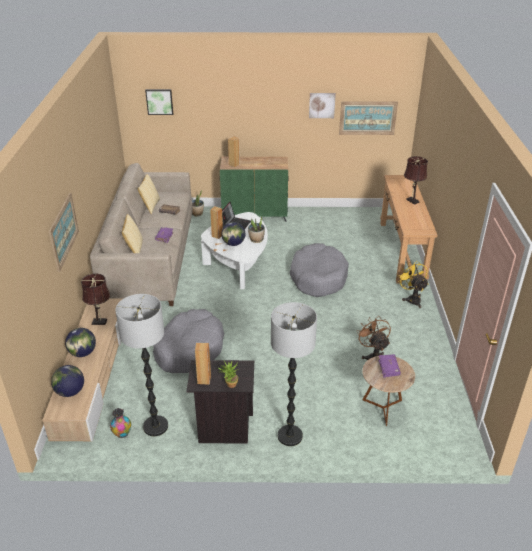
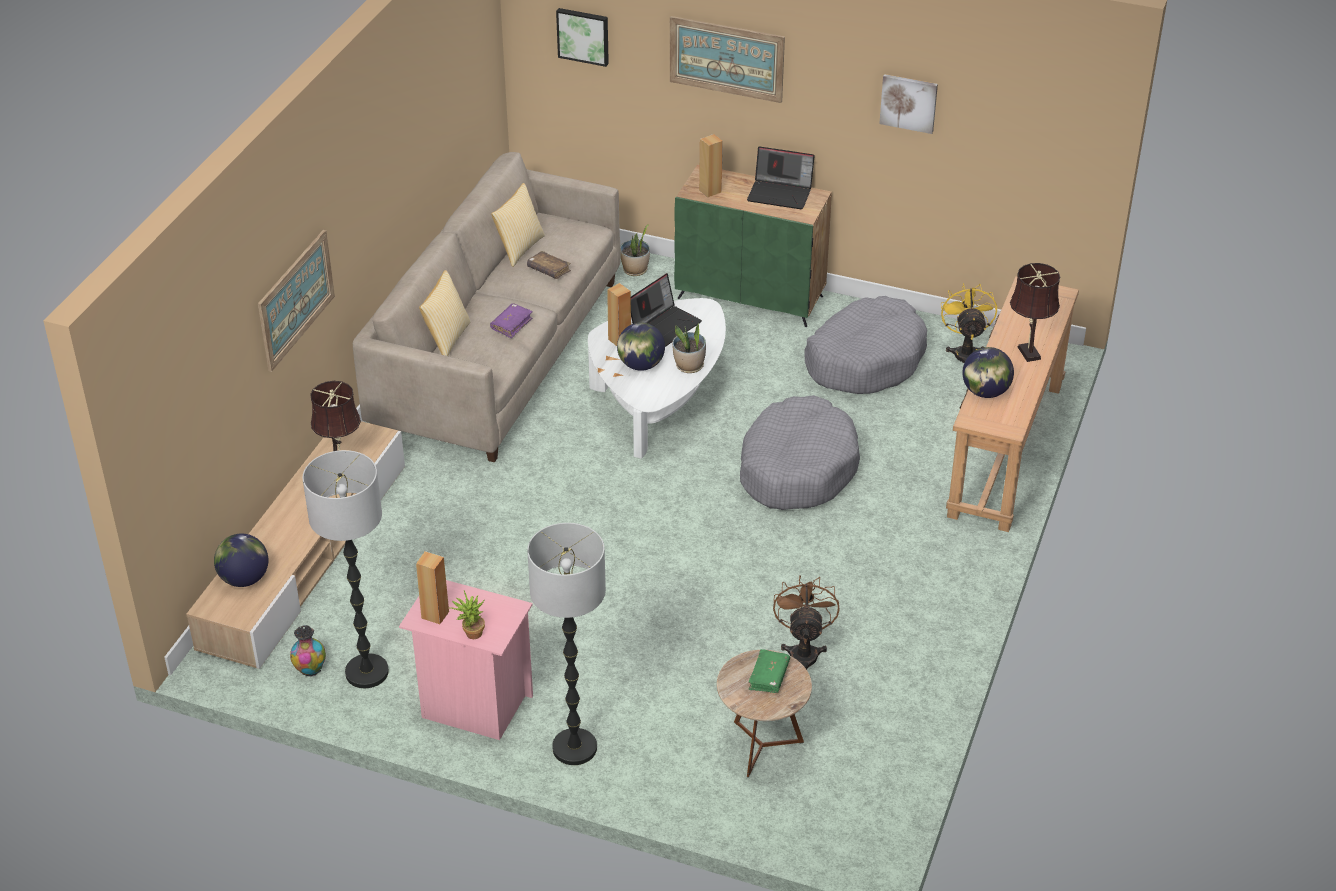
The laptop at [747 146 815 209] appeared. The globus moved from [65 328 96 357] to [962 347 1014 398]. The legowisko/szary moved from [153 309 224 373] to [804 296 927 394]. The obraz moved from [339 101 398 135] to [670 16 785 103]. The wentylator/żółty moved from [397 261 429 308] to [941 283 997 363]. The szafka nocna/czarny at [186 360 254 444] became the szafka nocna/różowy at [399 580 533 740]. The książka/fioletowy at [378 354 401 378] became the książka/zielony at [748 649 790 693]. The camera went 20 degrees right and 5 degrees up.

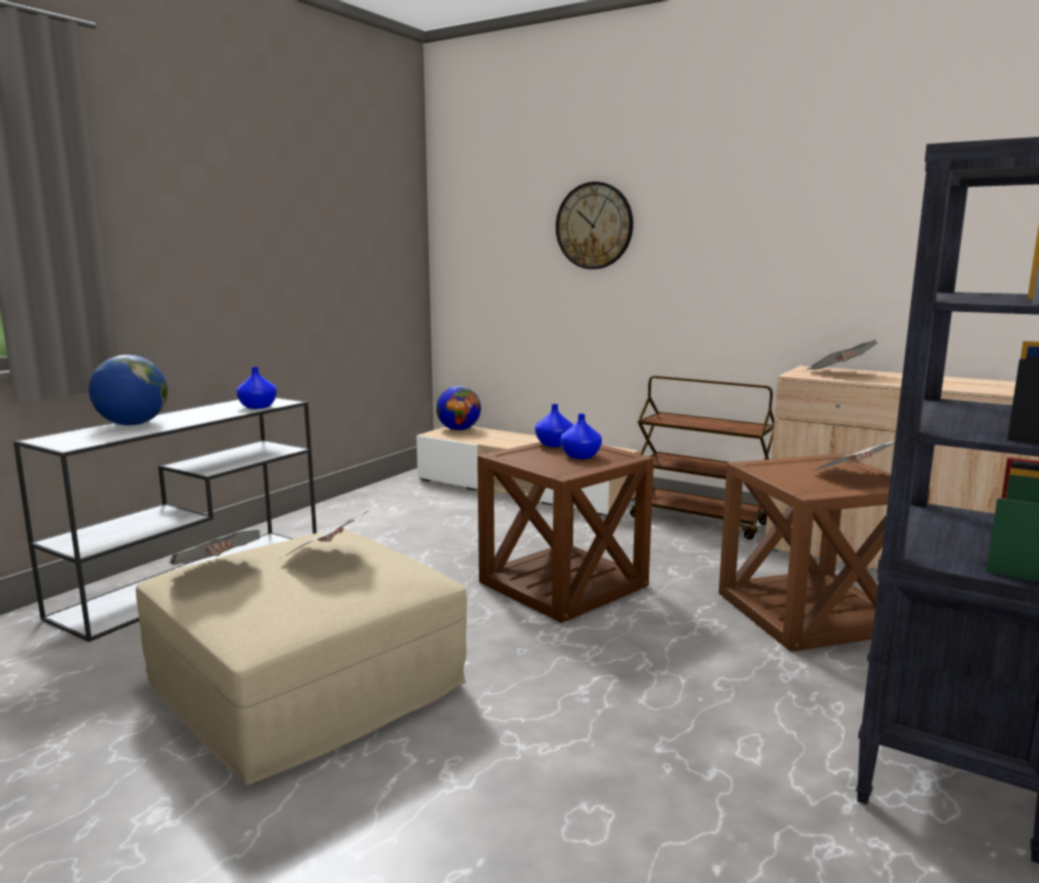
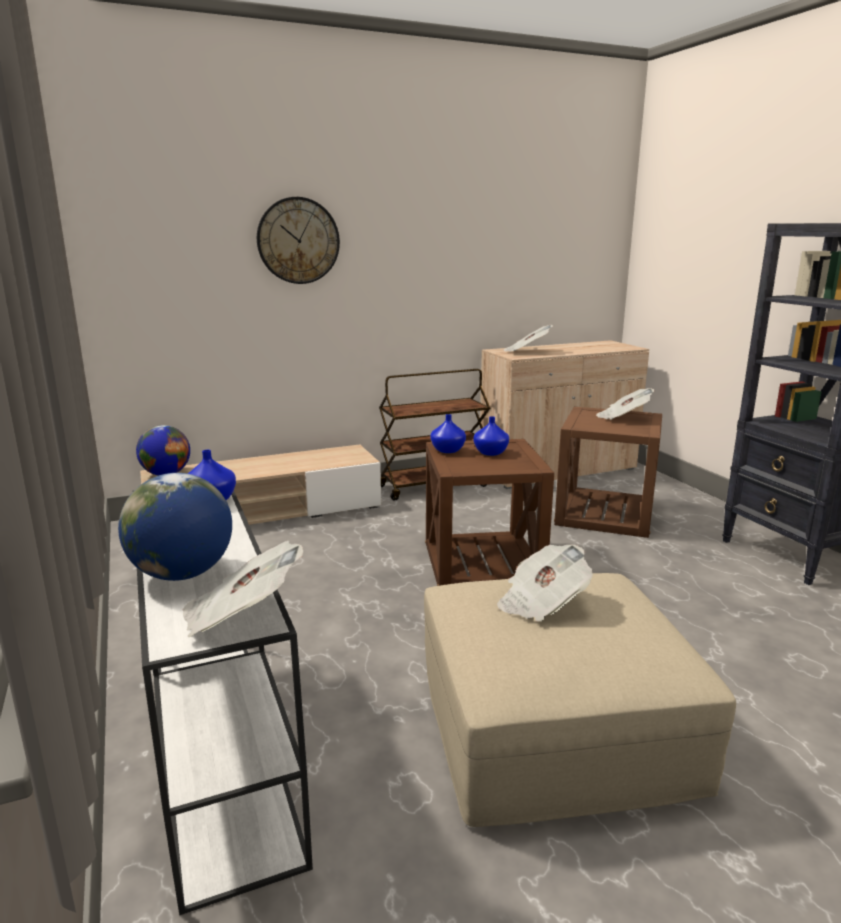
The gazeta moved from [169 530 261 566] to [183 541 303 638]. The camera went 55 degrees left and 5 degrees up.

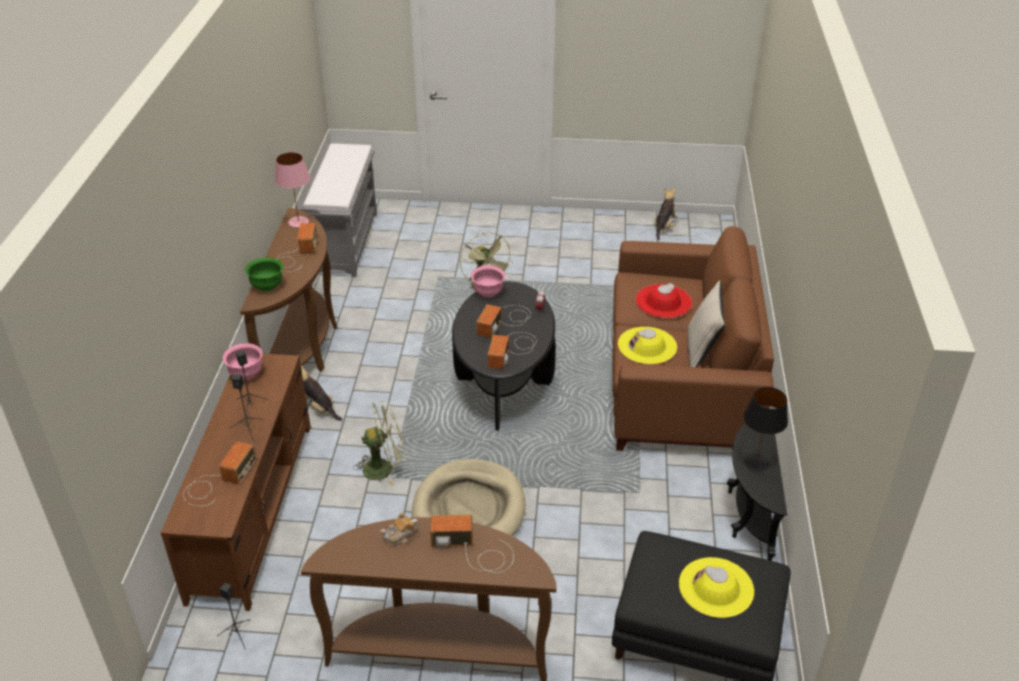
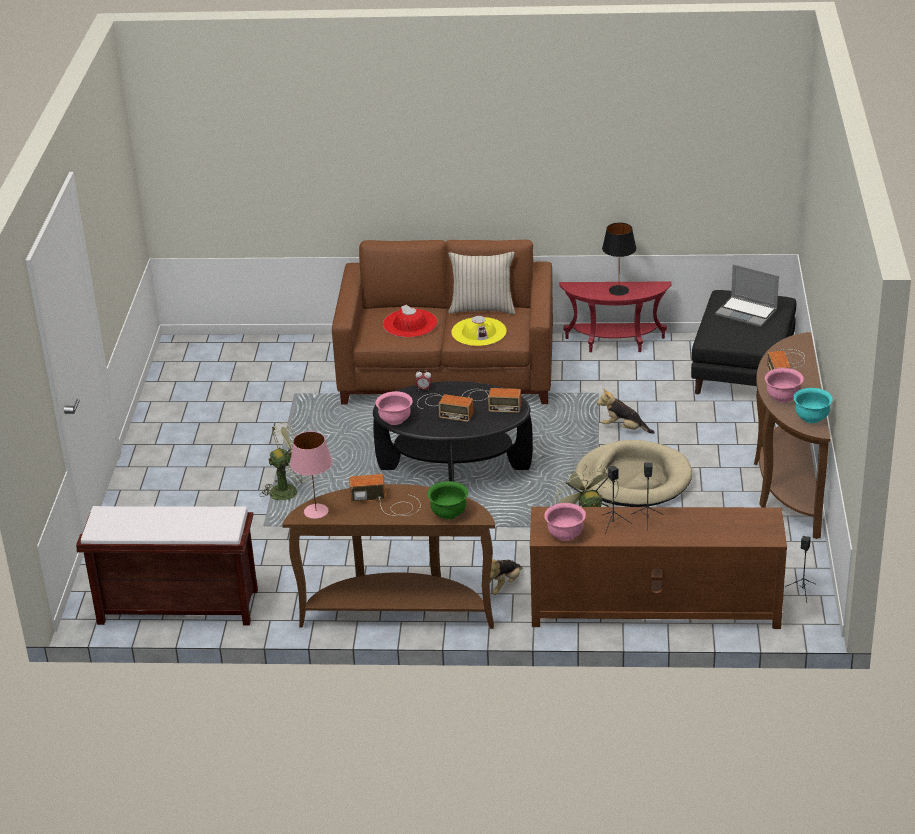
The radio at [183 442 256 506] disappeared. The miska/turkusowy at [793 388 833 423] appeared. The pluszak moved from [654 188 678 240] to [597 388 654 434]. The imbryk at [381 513 418 545] was replaced by the miska/różowy at [765 368 804 403]. The kapelusz/żółty at [679 557 754 618] was replaced by the laptop at [715 264 779 327]. The ławka/szary at [300 143 377 277] became the ławka/brązowy at [76 506 258 625]. The stolik/czarny at [727 423 787 561] became the stolik/czerwony at [560 281 672 352]. The camera went 90 degrees left and 5 degrees down.

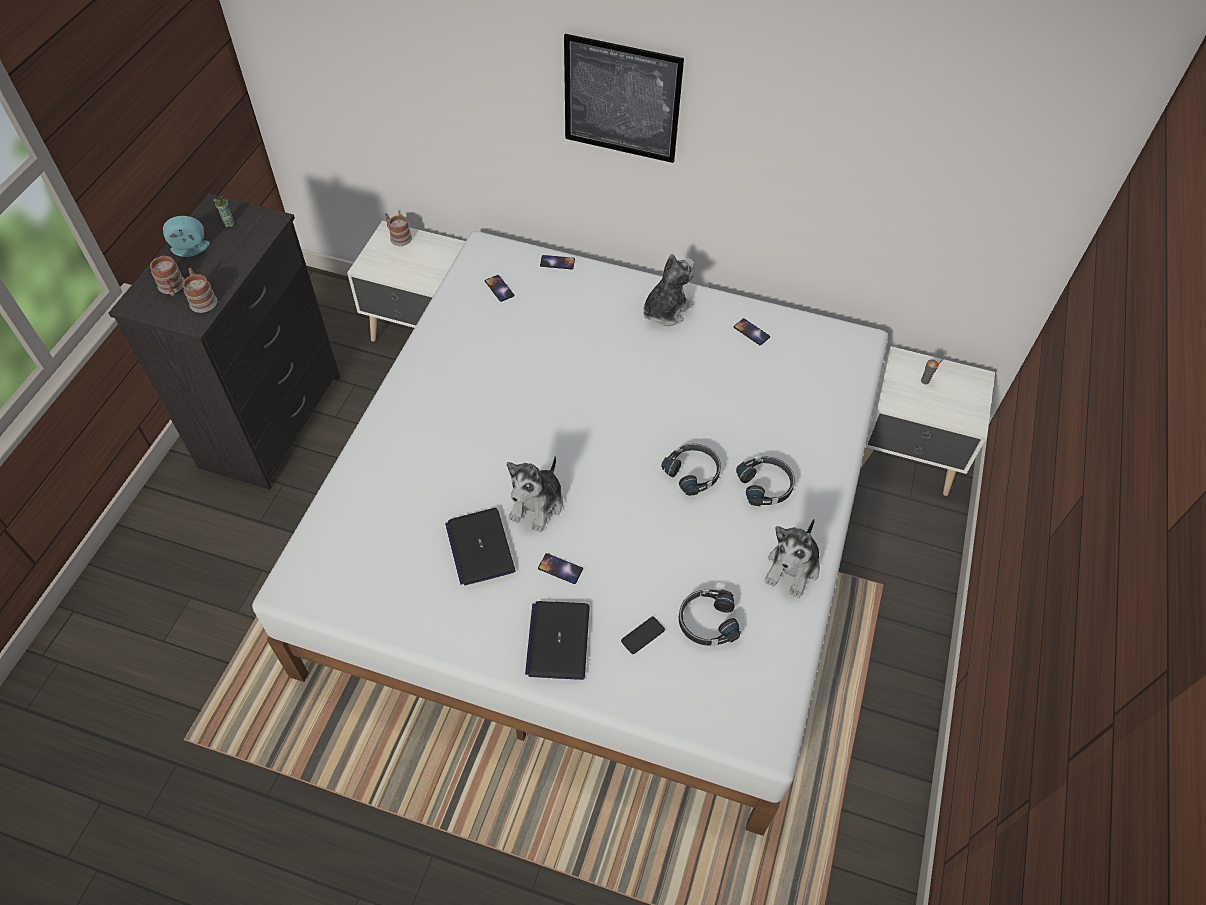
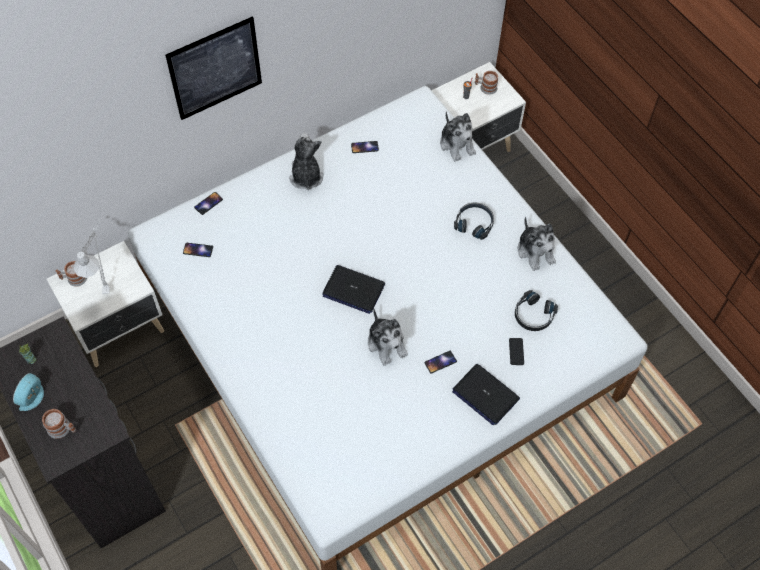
The słuchawki/czarny at [661 444 721 496] disappeared. The lampa stołowa/szary at [74 219 110 294] appeared. The pluszak at [440 111 476 162] appeared. The kubek moved from [182 268 217 313] to [475 71 498 95]. The laptop moved from [445 508 516 586] to [322 265 385 314]. The camera went 50 degrees left and 5 degrees up.

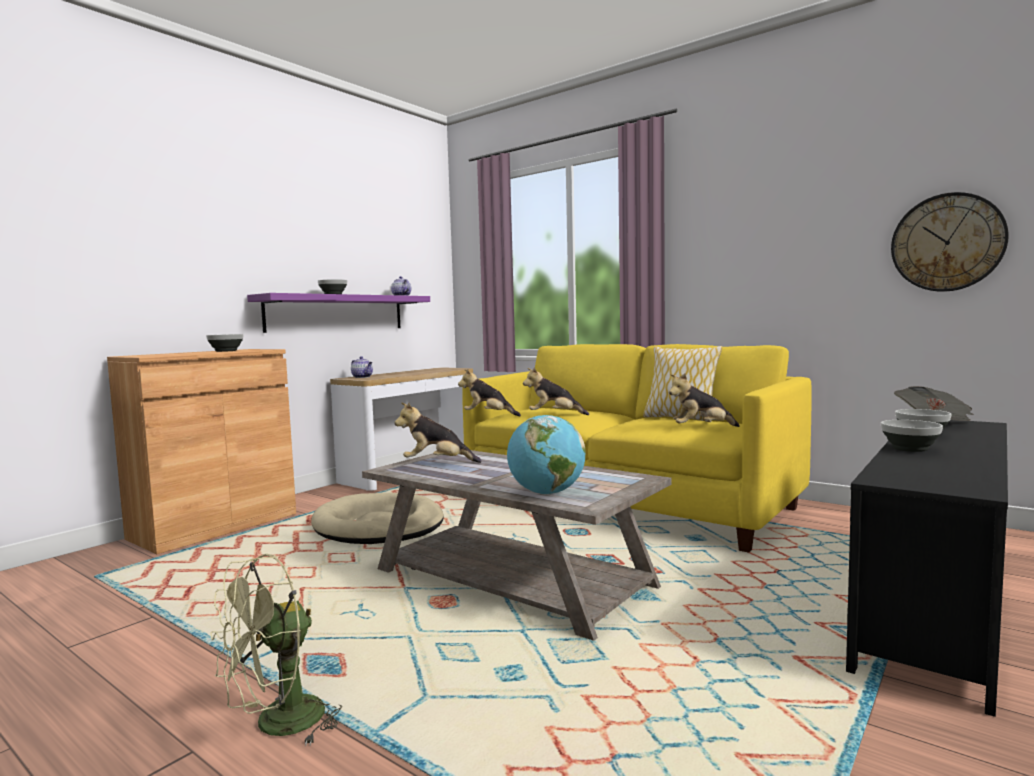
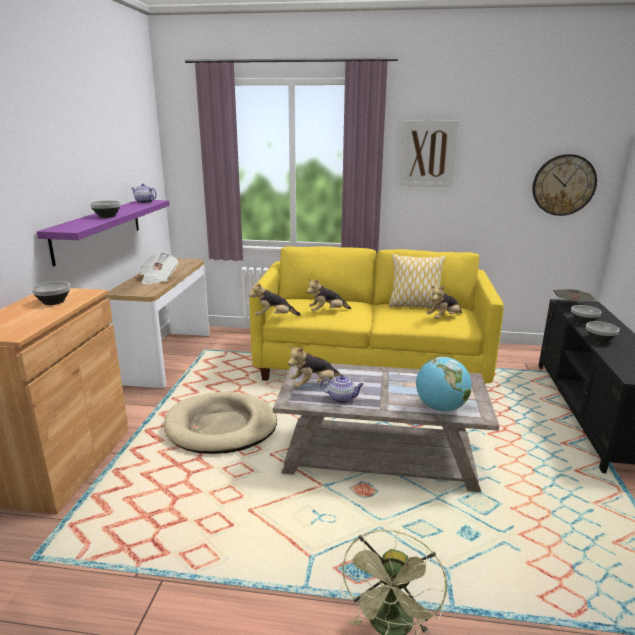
The gazeta at [140 252 179 284] appeared. The obraz at [400 120 458 187] appeared. The imbryk moved from [351 356 373 378] to [320 375 364 403]. The camera went 30 degrees left and 15 degrees up.

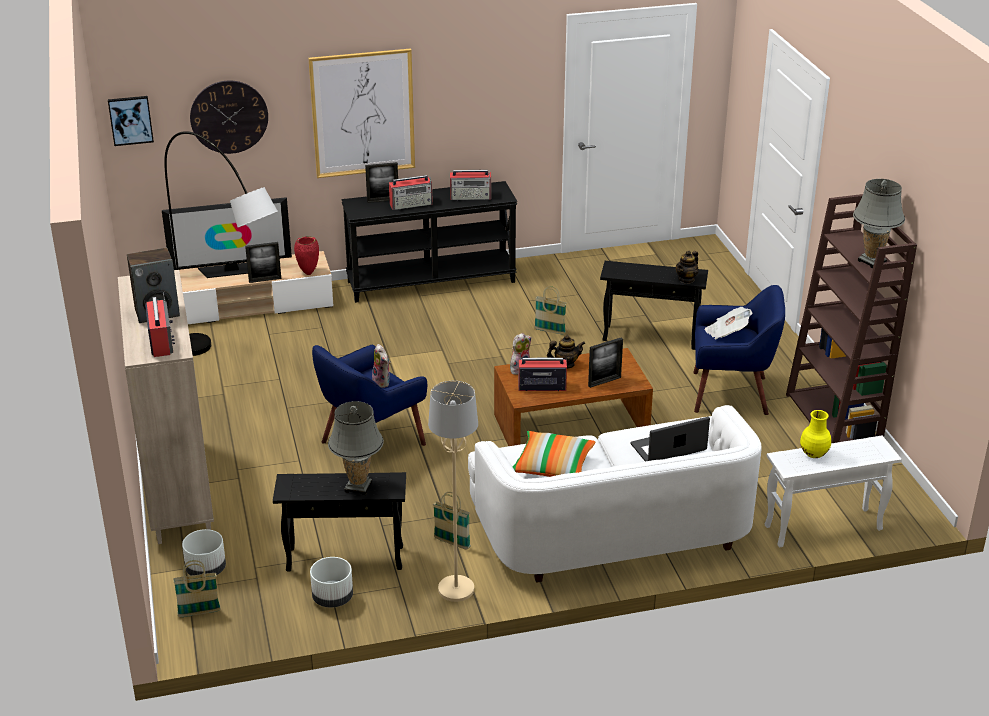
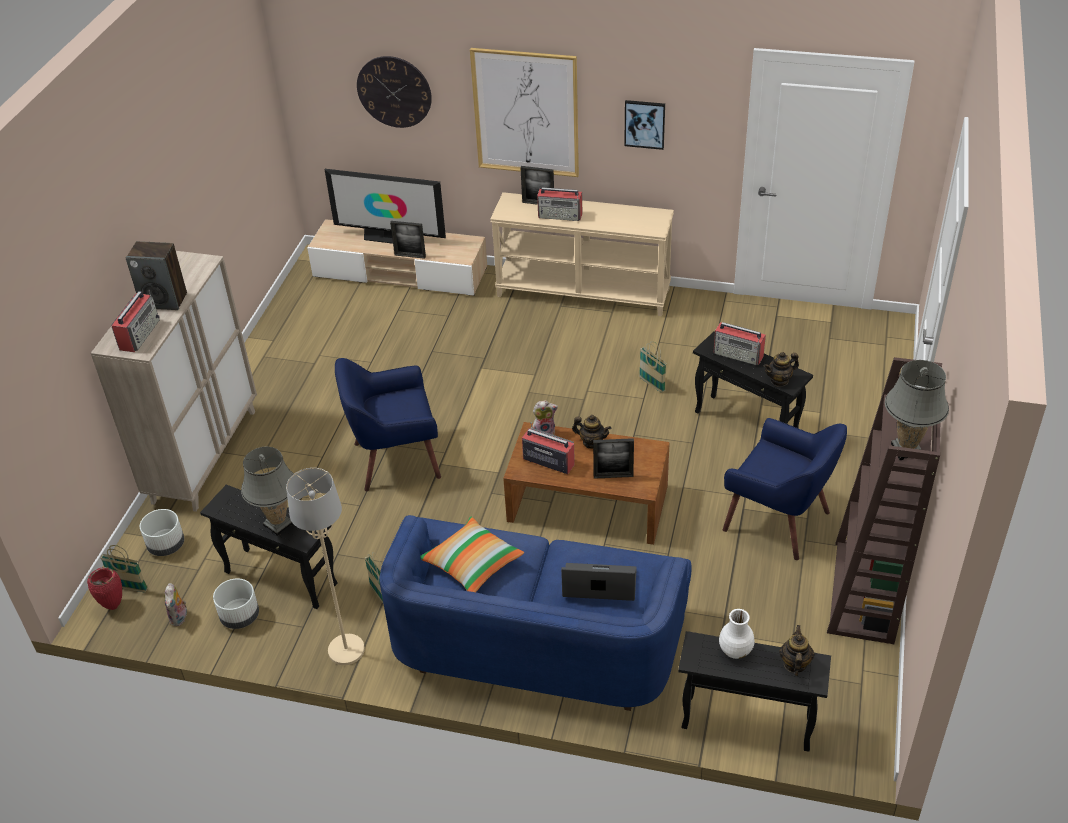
The lampa stojąca/szary at [164 131 278 356] disappeared. The gazeta at [705 307 753 339] disappeared. The imbryk at [779 625 815 676] appeared. The obraz moved from [108 96 154 146] to [624 100 665 150]. The wazon/czerwony moved from [294 236 319 275] to [87 567 122 610]. The pluszak moved from [372 344 391 388] to [164 583 187 626]. The radio moved from [450 170 491 200] to [713 322 766 365]. The stolik konsolowy/czarny at [342 181 517 303] became the stolik konsolowy/beżowy at [490 192 674 316]. The kanapa/biały at [468 405 761 583] became the kanapa/niebieski at [380 515 692 711]. The stolik/biały at [765 436 902 547] became the stolik/czarny at [678 631 831 752]. The wazon/żółty at [800 410 831 458] became the wazon/biały at [719 609 754 659]. The camera went 30 degrees right and 10 degrees up.

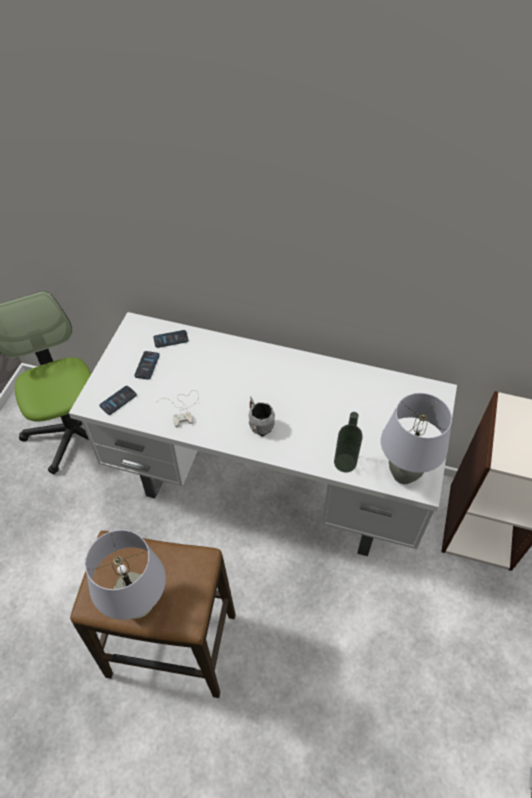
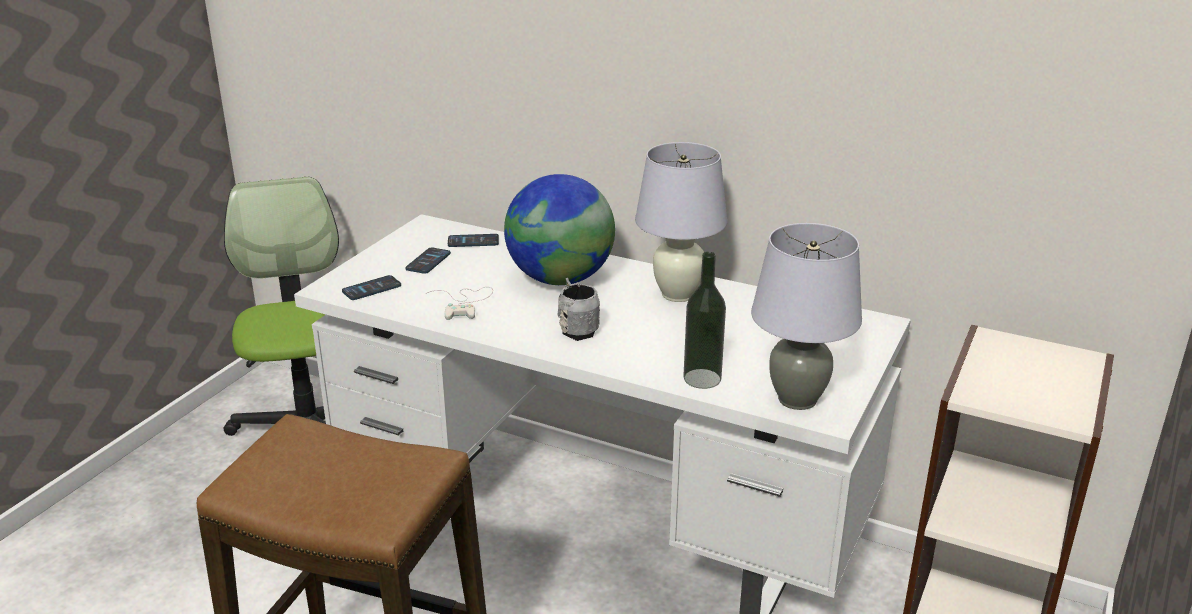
The globus at [504 174 615 285] appeared. The lampa stołowa/biały moved from [85 530 166 620] to [635 142 727 302]. The camera went 10 degrees right and 25 degrees down.

